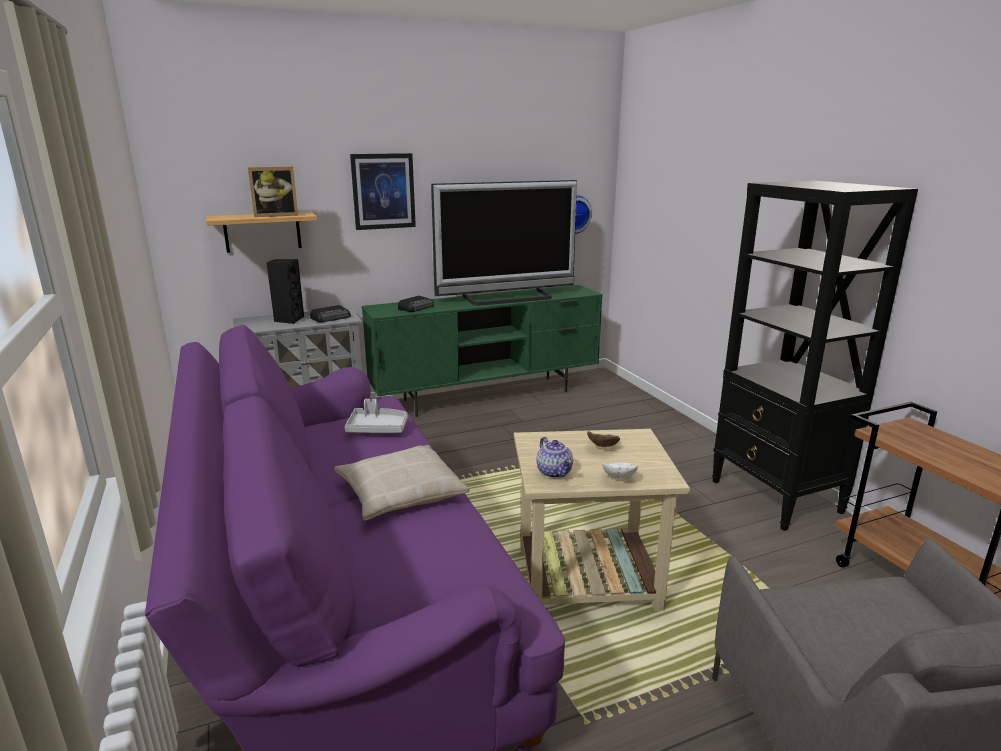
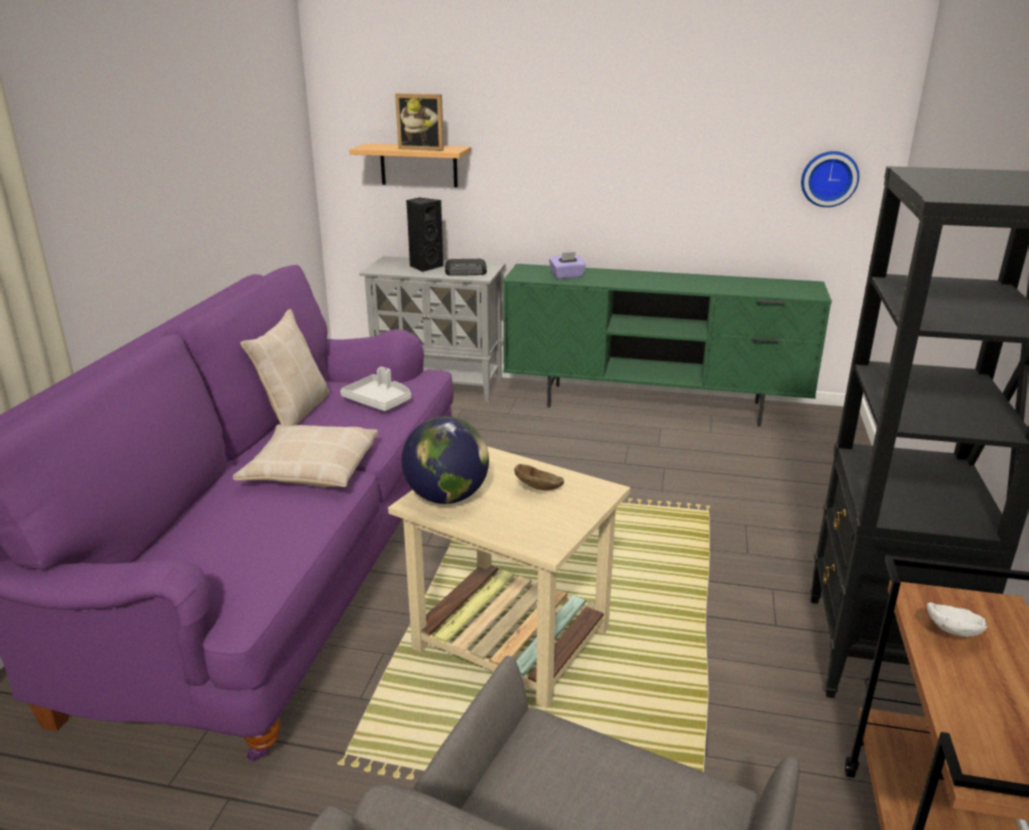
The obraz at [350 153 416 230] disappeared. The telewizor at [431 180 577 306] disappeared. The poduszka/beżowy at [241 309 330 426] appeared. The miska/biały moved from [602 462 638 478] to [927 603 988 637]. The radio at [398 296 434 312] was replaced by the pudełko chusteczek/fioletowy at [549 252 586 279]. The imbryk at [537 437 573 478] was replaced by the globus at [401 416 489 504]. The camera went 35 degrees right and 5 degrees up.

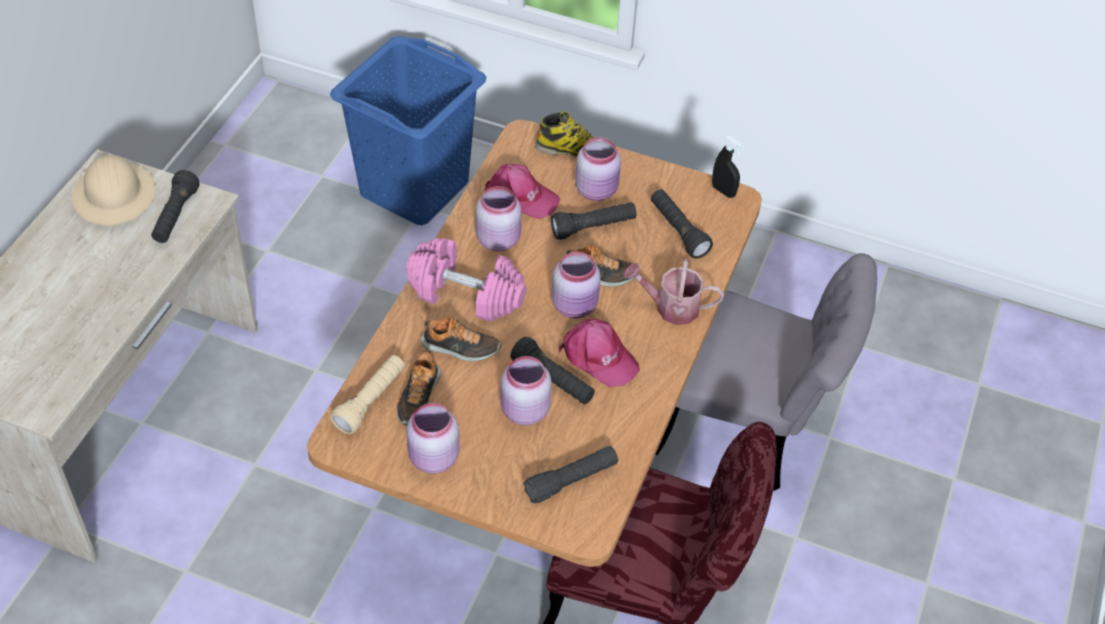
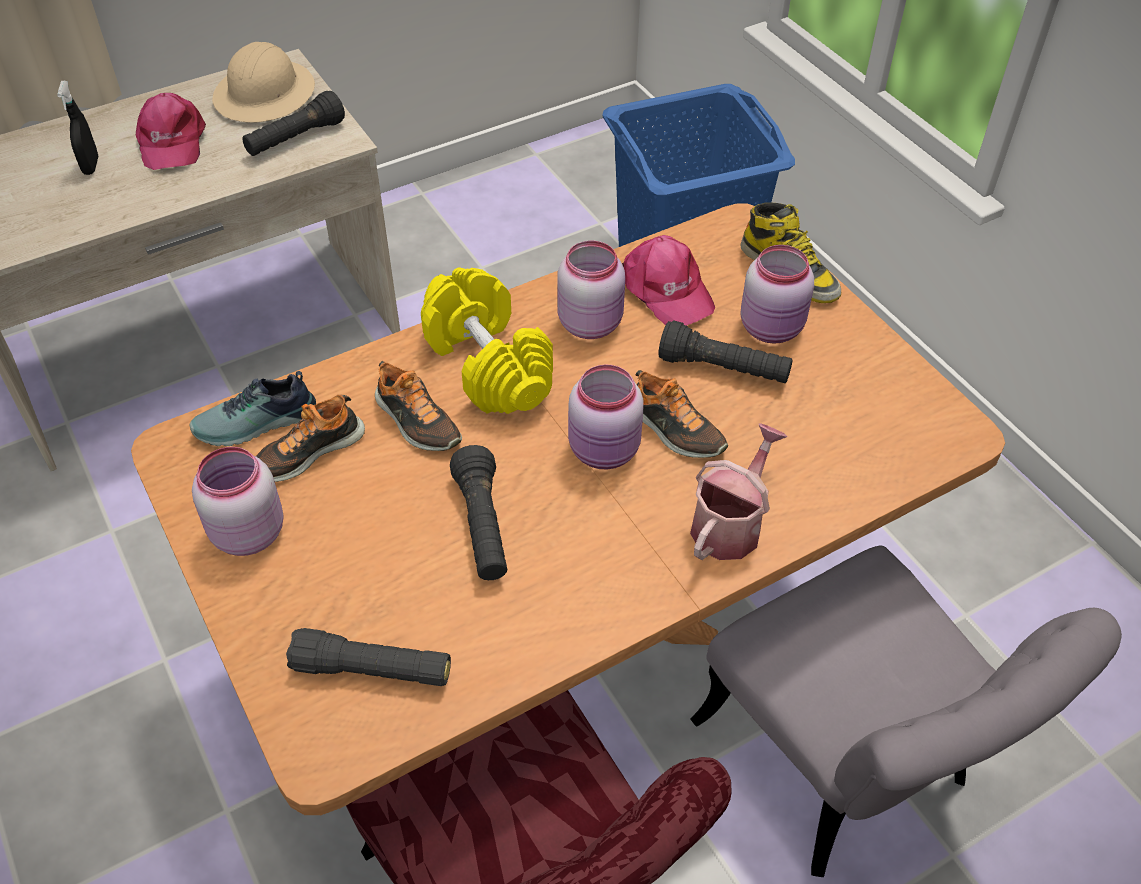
The słoik/różowy at [500 356 552 426] disappeared. The latarka/czarny at [651 189 713 259] disappeared. The czapka z daszkiem/różowy moved from [558 319 640 387] to [136 93 206 170]. The spryskiwacz/czarny moved from [712 135 743 198] to [57 81 98 175]. The latarka/beżowy at [331 355 405 434] was replaced by the but at [190 371 316 446]. The hantel/różowy at [406 238 527 322] became the hantel/żółty at [421 267 553 414]. The konewka at [624 259 724 325] turned 75 degrees clockwise. The camera went 40 degrees right and 0 degrees up.

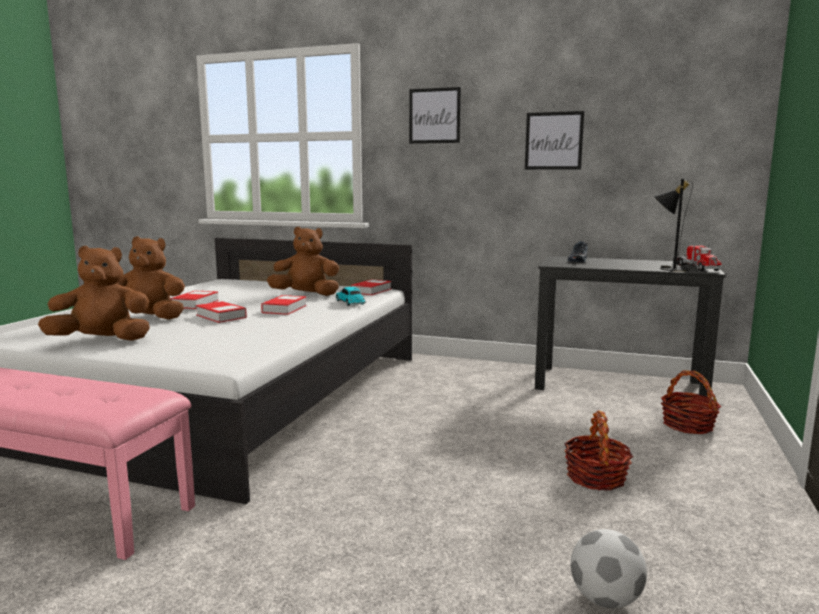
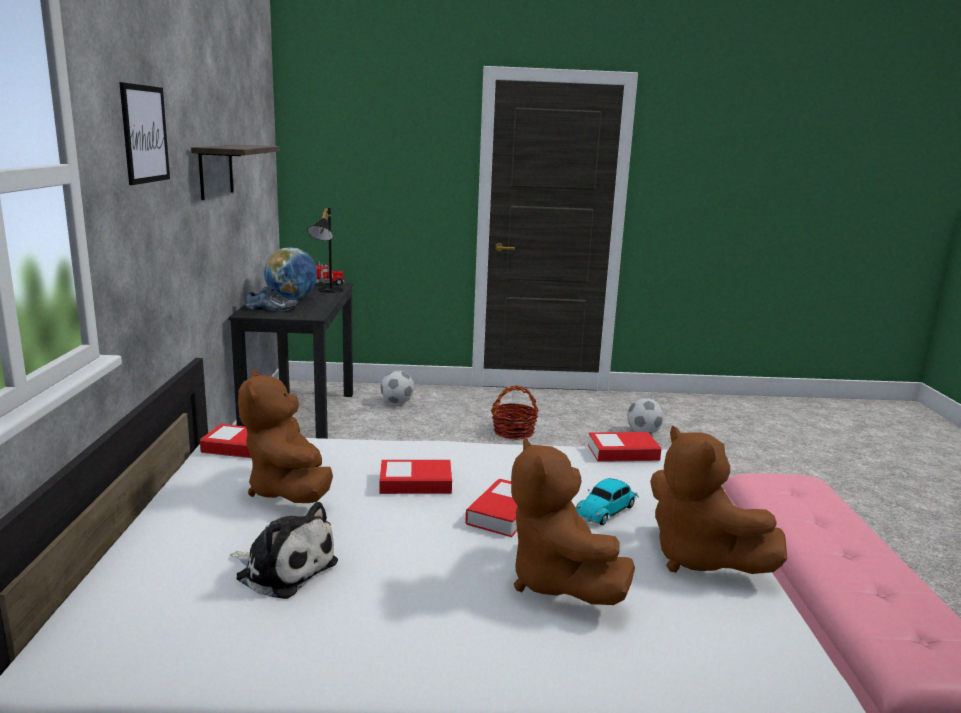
The pluszak at [230 502 338 599] appeared. The globus at [264 248 317 300] appeared. The książka moved from [170 290 219 309] to [588 432 661 462]. The samochodzik moved from [336 287 366 306] to [576 478 639 525]. The obraz at [525 111 585 170] was replaced by the półka at [191 144 280 200]. The koszyk at [661 370 721 434] was replaced by the piłka futbolowa at [381 371 414 404]. The camera went 110 degrees left and 5 degrees up.

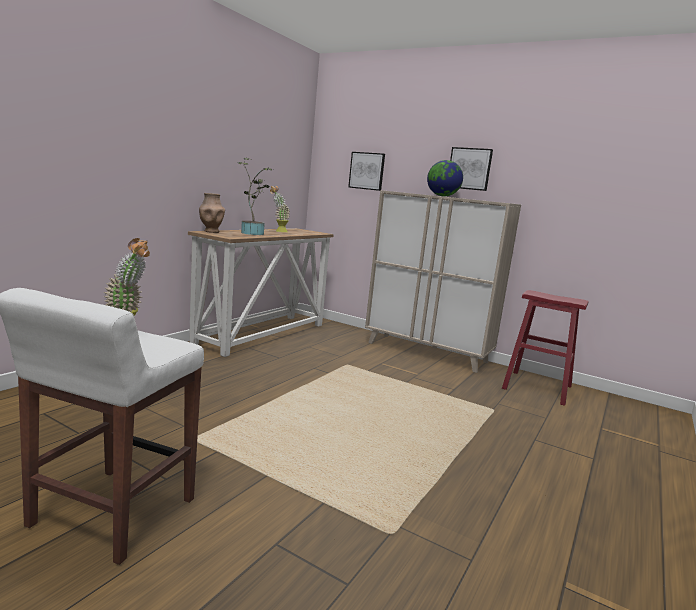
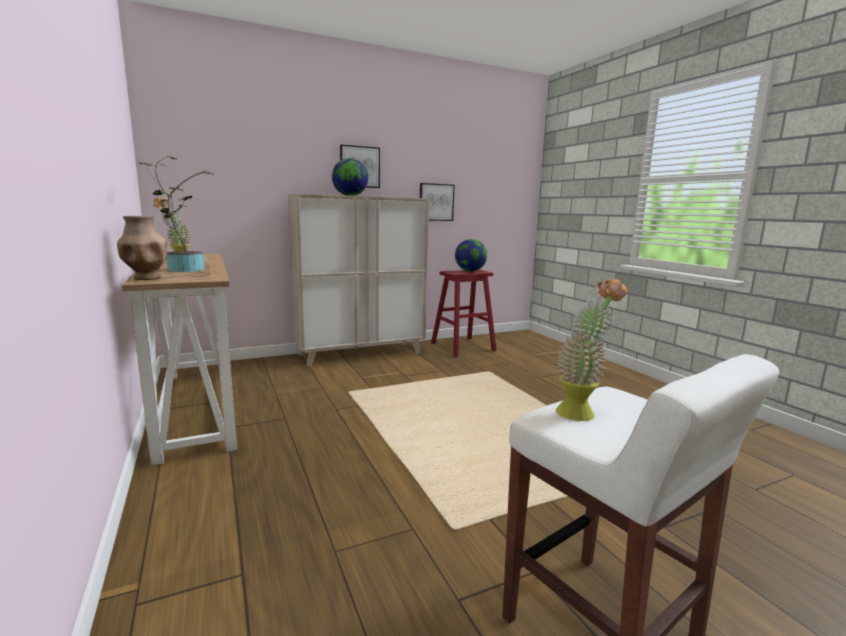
The globus at [455 239 487 272] appeared. The obraz moved from [348 152 385 191] to [420 183 455 221]. The camera went 55 degrees left and 0 degrees up.

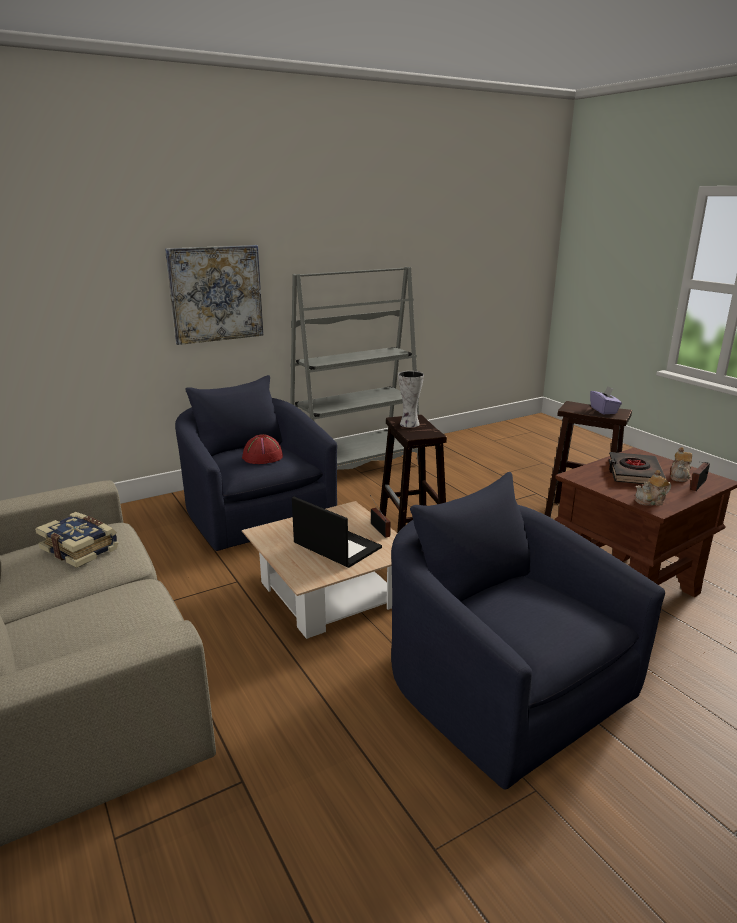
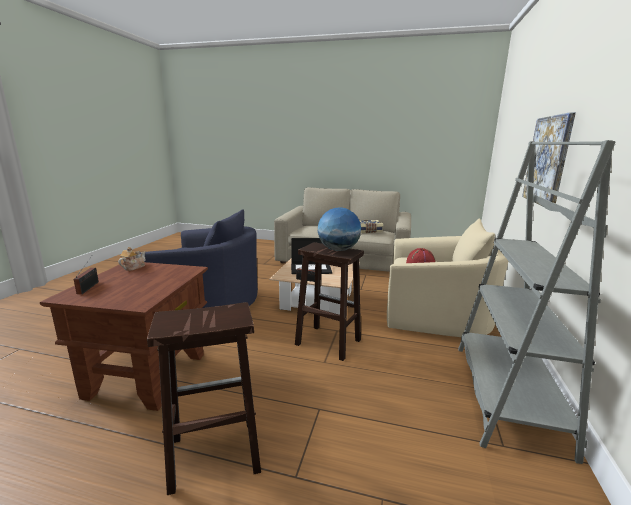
The pudełko chusteczek/fioletowy at [590 386 622 414] disappeared. The książka/czarny at [608 452 666 484] disappeared. The imbryk at [670 447 692 482] disappeared. The wazon at [398 371 424 428] was replaced by the globus at [318 208 361 251]. The fotel/niebieski at [175 375 337 551] became the fotel/beżowy at [387 219 508 337]. The camera went 135 degrees right and 5 degrees down.

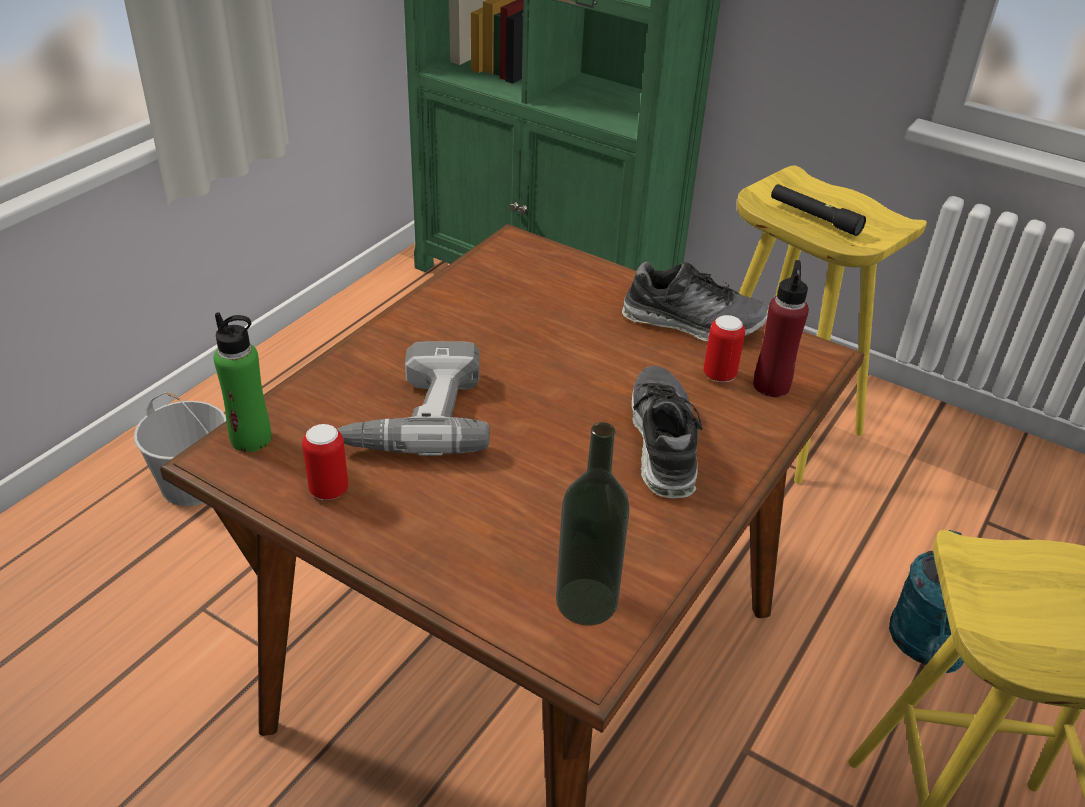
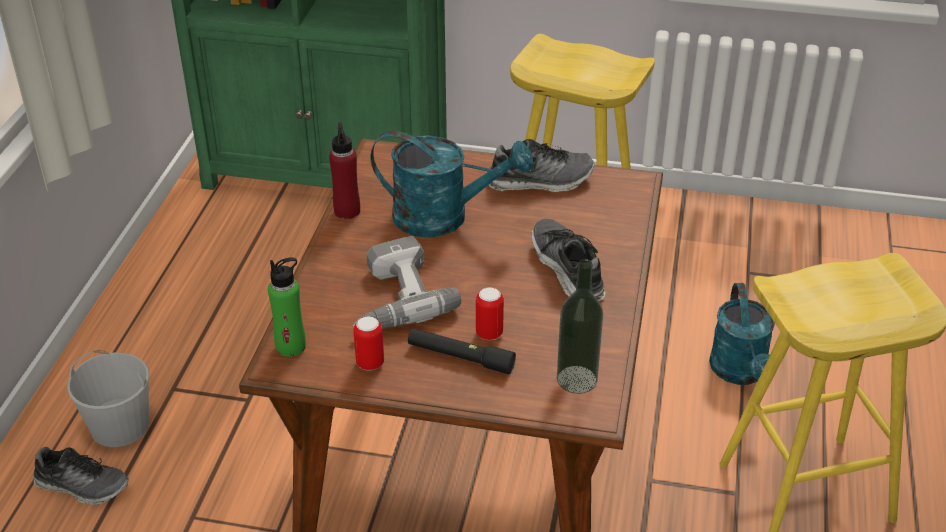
The but at [33 447 129 505] appeared. The konewka/turkusowy at [371 131 533 238] appeared. The puszka moved from [704 315 745 382] to [476 287 504 340]. The butelka/czerwony moved from [753 260 809 397] to [329 122 360 219]. The latarka/czarny moved from [771 184 866 236] to [408 328 516 374]. The camera went 20 degrees left and 0 degrees up.

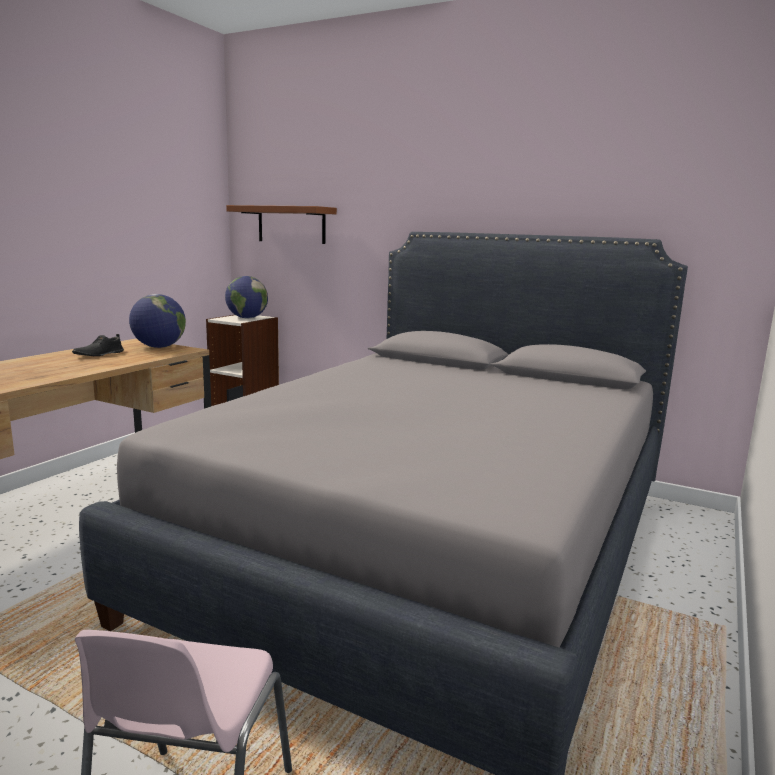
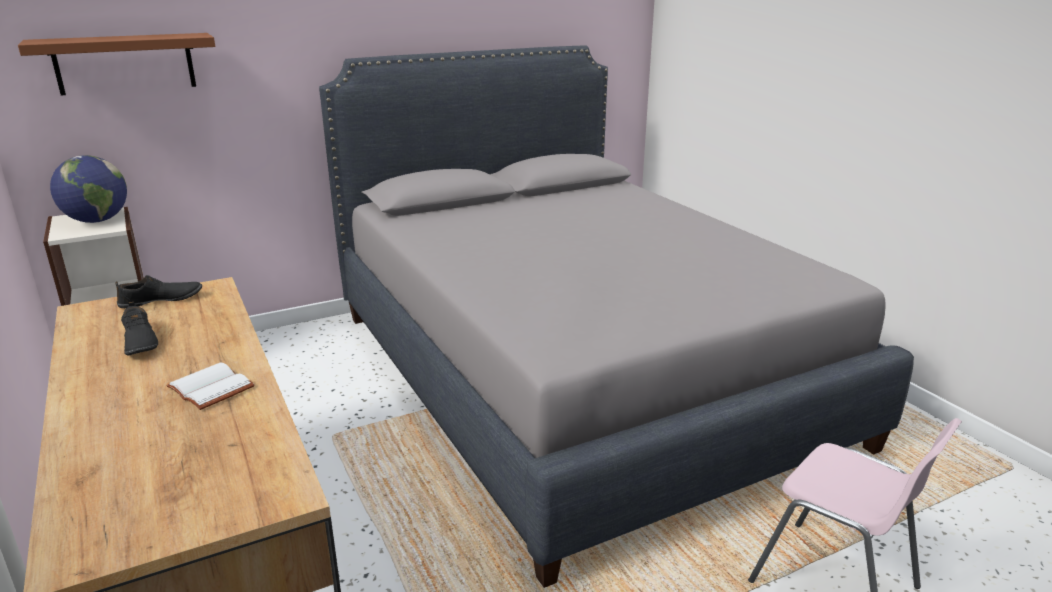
The książka/biały at [167 362 255 410] appeared. The globus at [129 294 186 348] was replaced by the but/czarny at [116 275 202 308]. The camera went 55 degrees left and 10 degrees up.

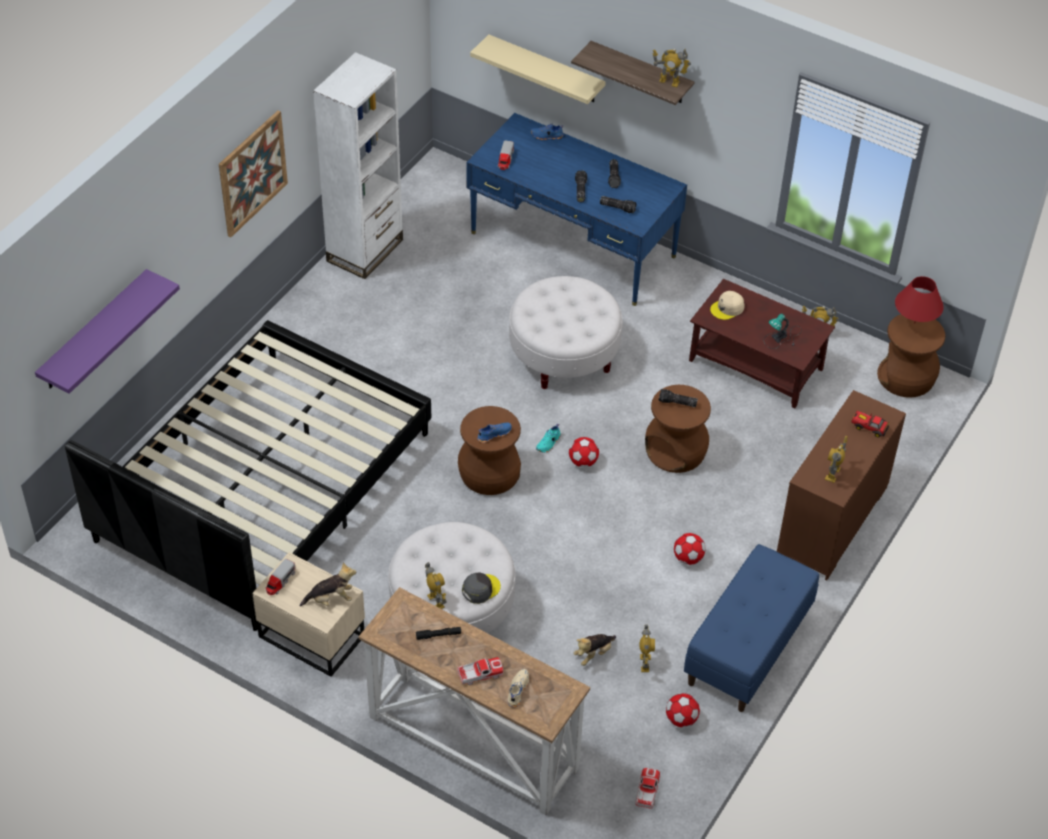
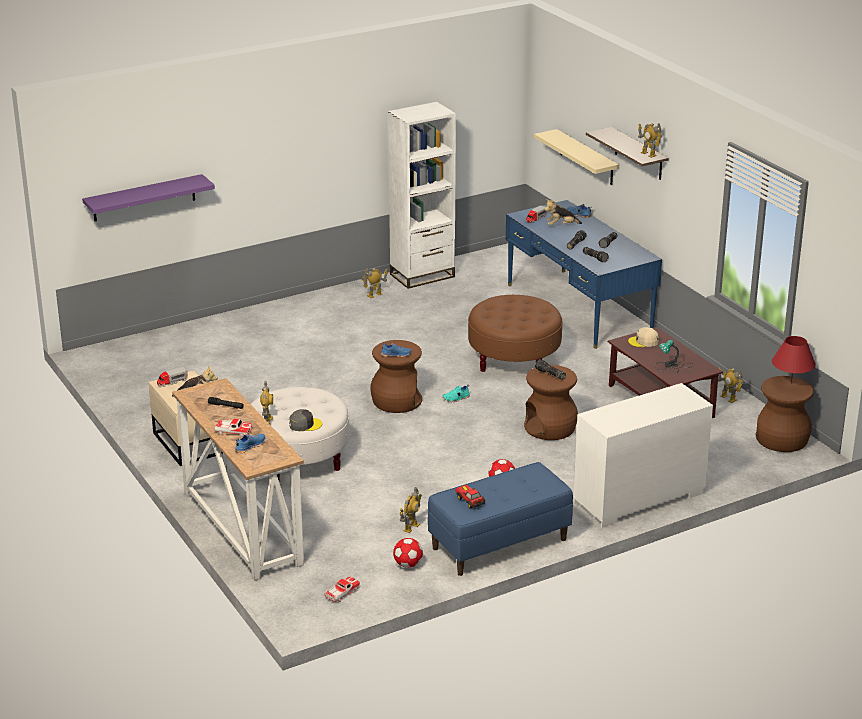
The łóżko/czarny at [65 320 431 631] disappeared. The obraz at [219 110 288 237] disappeared. The piłka futbolowa at [569 437 599 467] disappeared. The pluszak moved from [573 634 616 666] to [544 199 582 225]. The robot zabawkowy moved from [825 436 848 483] to [361 268 388 298]. The samochodzik moved from [851 411 889 438] to [455 484 485 508]. The but/beżowy at [507 669 529 707] became the but/niebieski at [235 434 265 453]. The pufa/biały at [509 276 623 389] became the pufa/brązowy at [468 295 562 372]. The komoda/brązowy at [777 390 906 580] became the komoda/biały at [573 383 713 528]. The camera went 30 degrees right and 20 degrees down.

